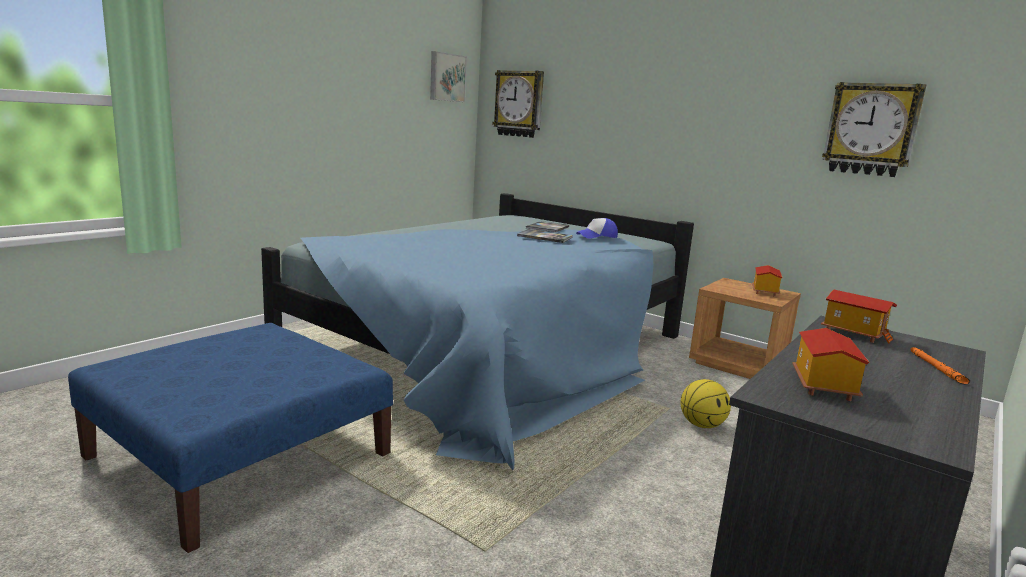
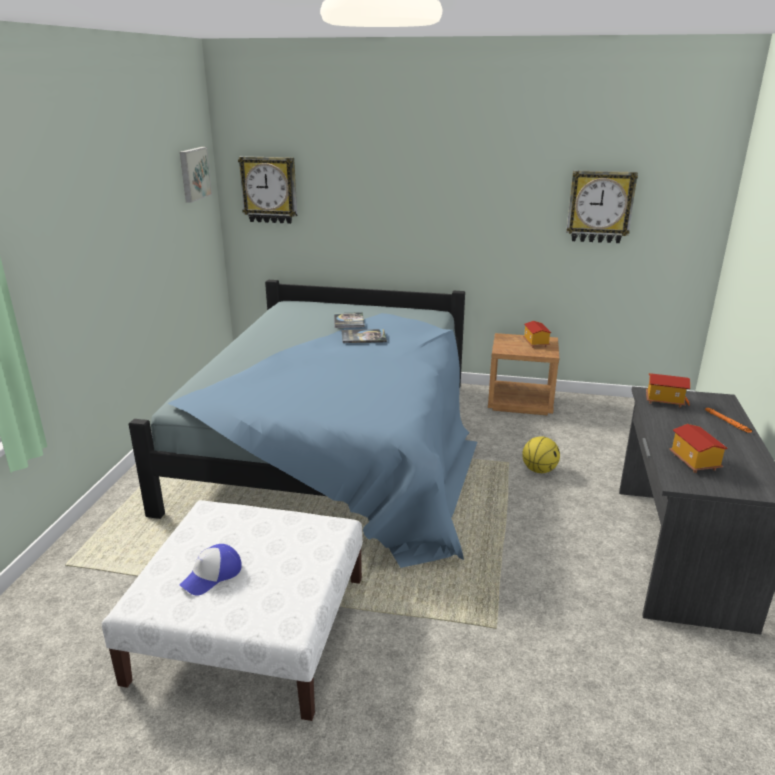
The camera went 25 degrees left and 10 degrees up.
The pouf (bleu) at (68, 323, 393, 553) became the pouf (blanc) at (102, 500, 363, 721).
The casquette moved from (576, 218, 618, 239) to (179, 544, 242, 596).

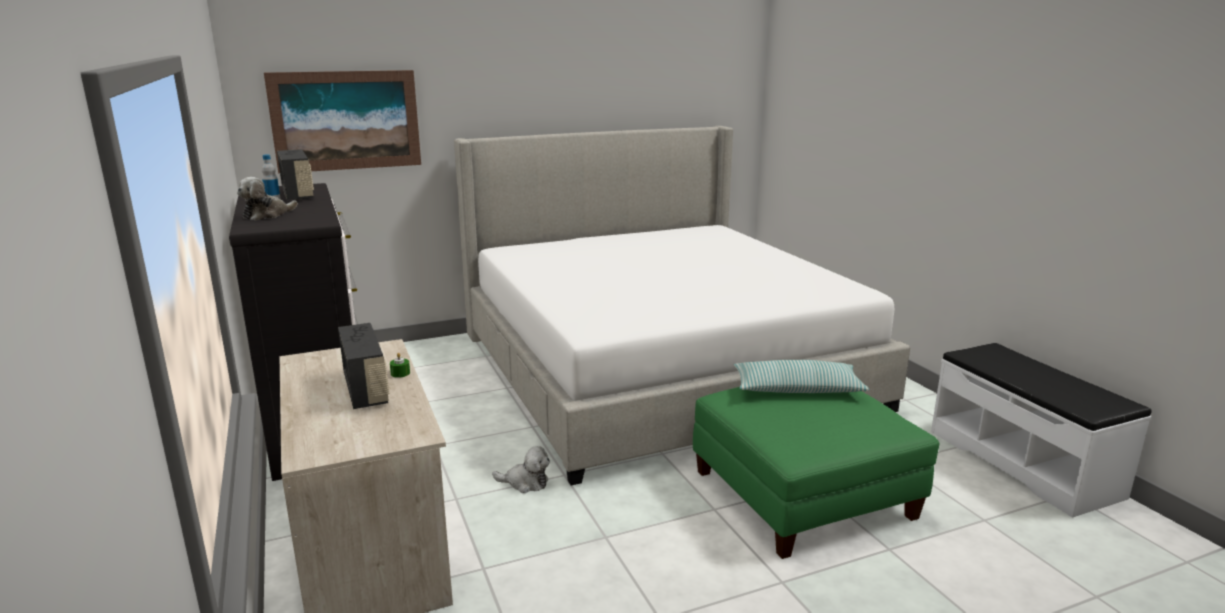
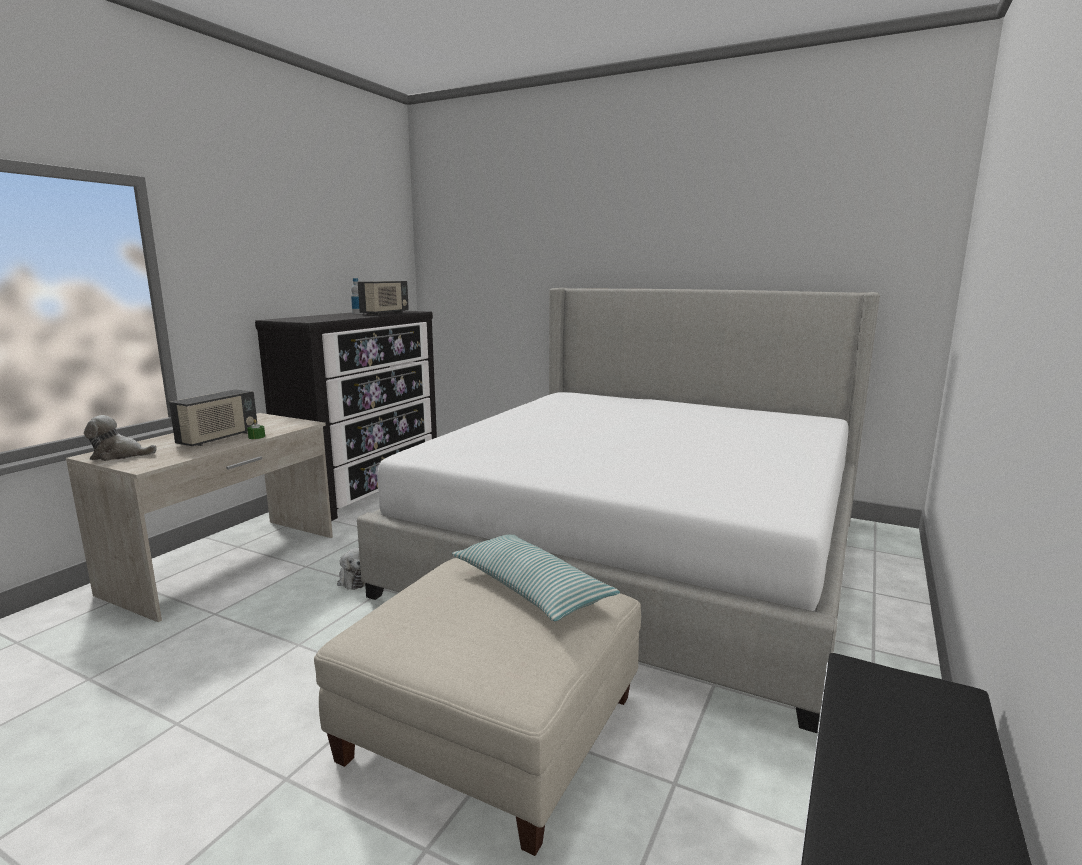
The camera went 50 degrees right and 5 degrees down.
The peluche moved from (237, 177, 298, 221) to (84, 415, 157, 461).
The tableau at (264, 70, 421, 173) disappeared.
The pouf (vert) at (693, 387, 939, 559) became the pouf (beige) at (314, 558, 641, 856).

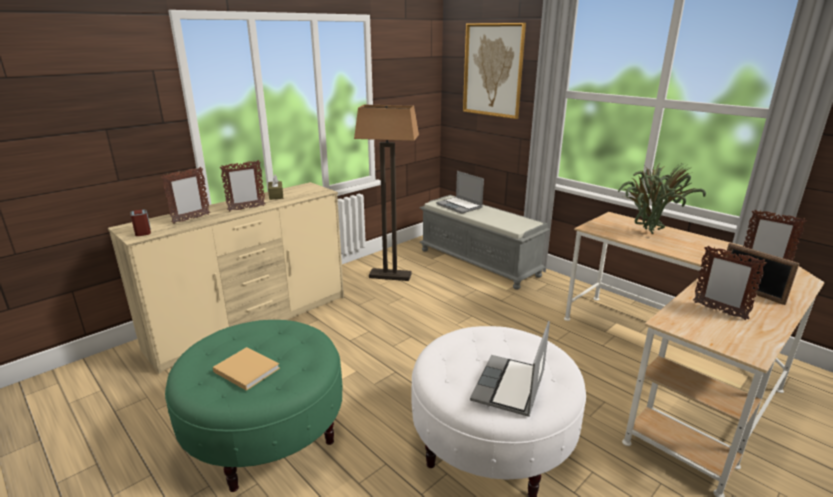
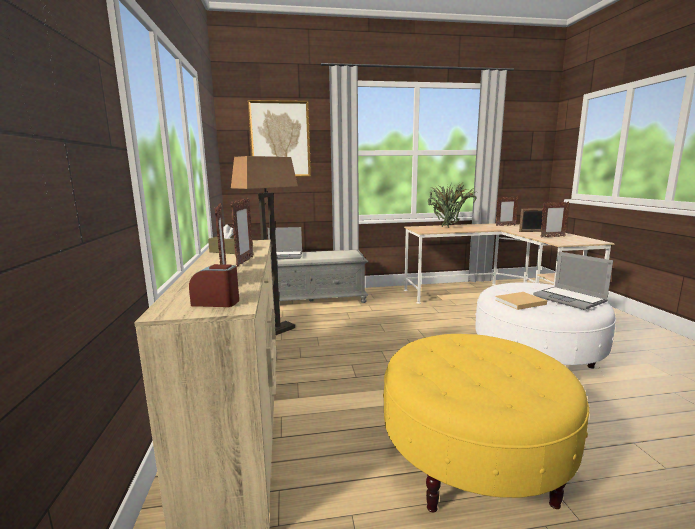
The camera went 55 degrees left and 10 degrees down.
The pouf (vert) at (165, 320, 343, 492) became the pouf (jaune) at (383, 334, 589, 512).
The livre (beige) moved from (213, 347, 280, 391) to (495, 292, 547, 310).

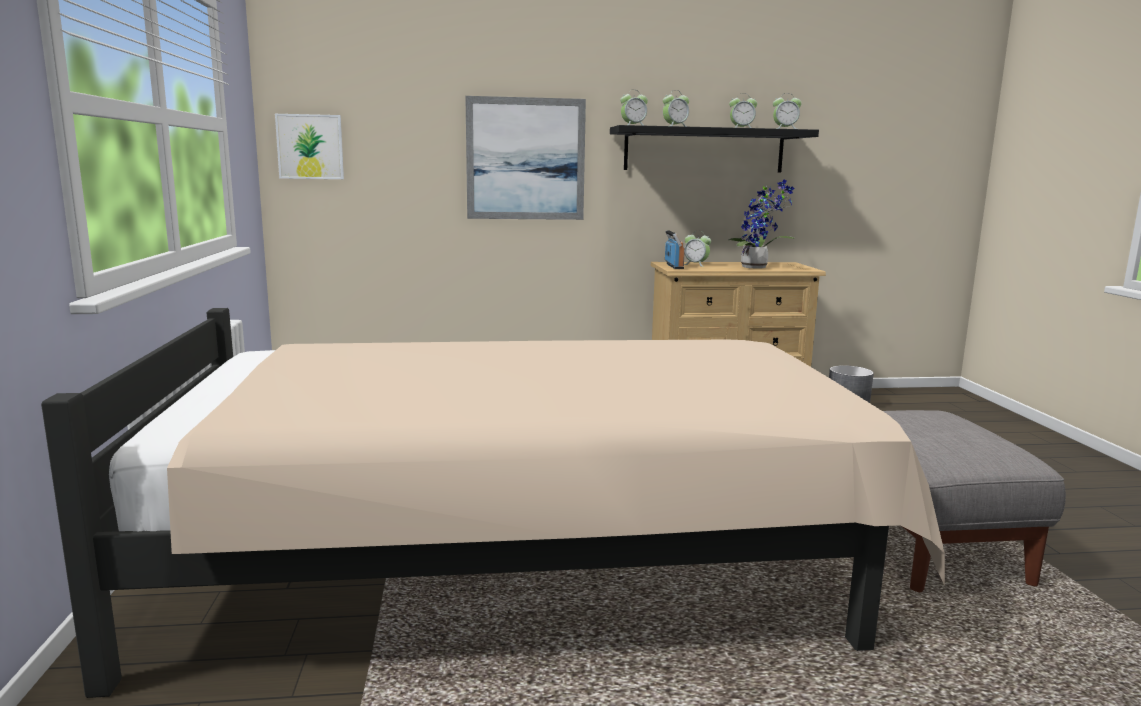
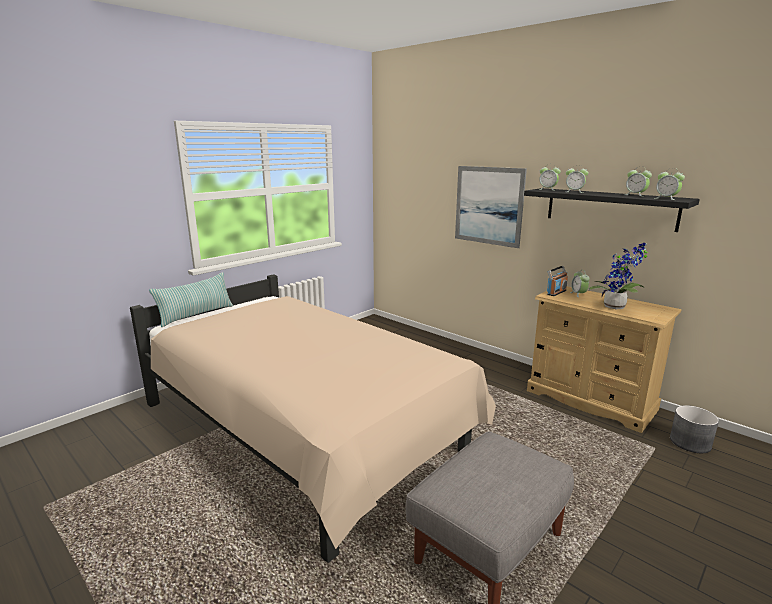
The camera went 50 degrees right and 5 degrees up.
The tableau at (275, 114, 344, 179) disappeared.
The coussin at (149, 272, 233, 327) appeared.

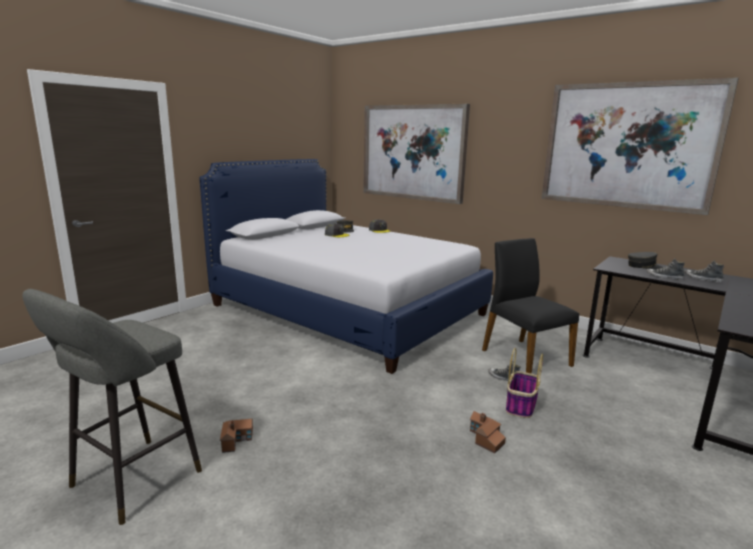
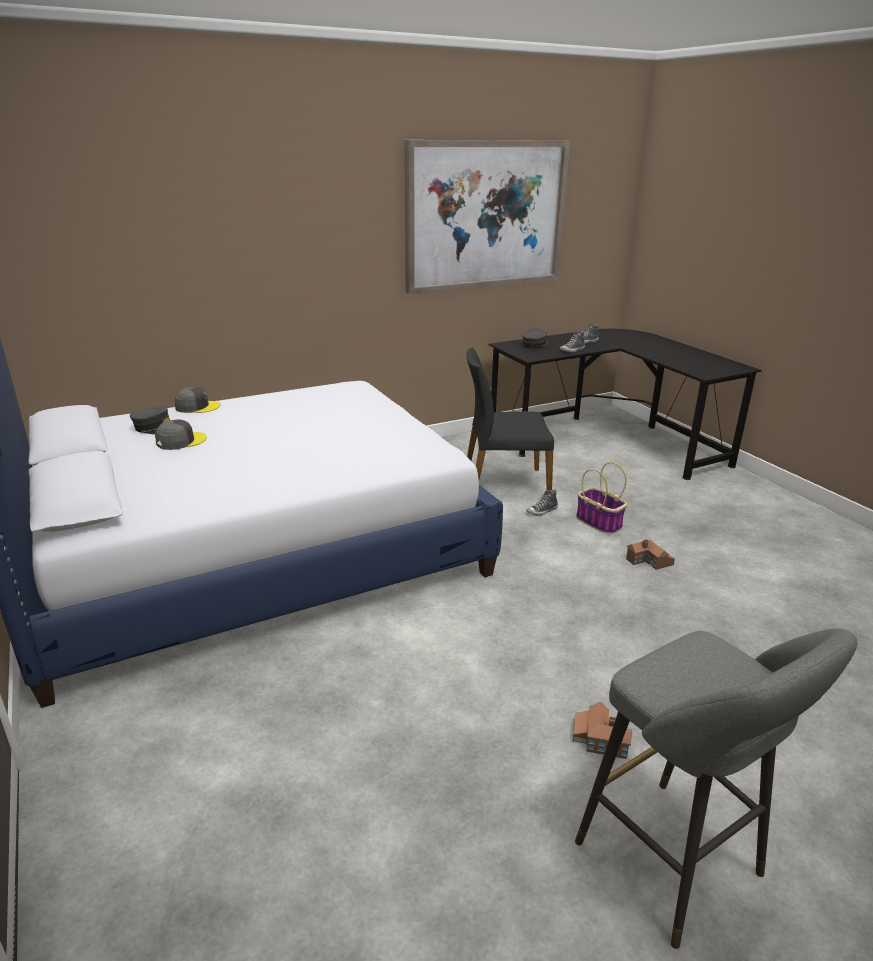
The camera went 65 degrees left and 10 degrees up.
The tableau at (363, 104, 470, 204) disappeared.

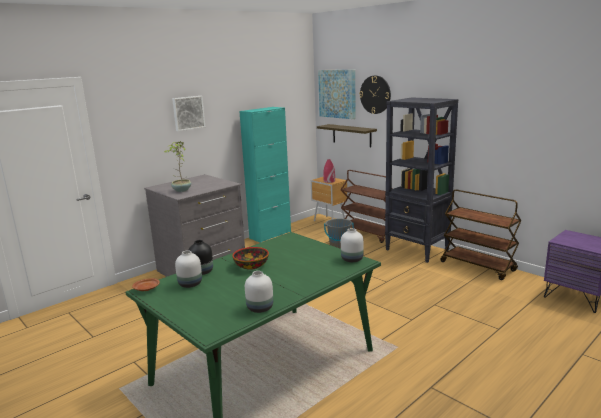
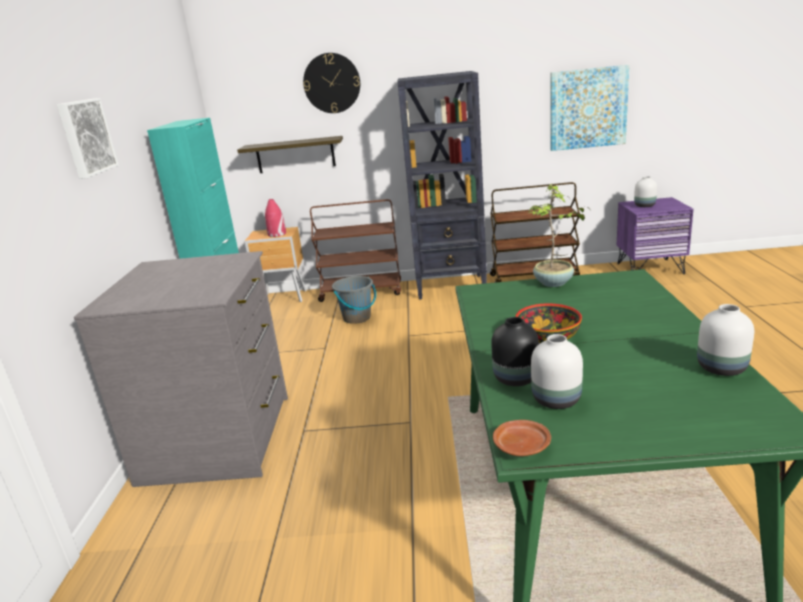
The camera went 45 degrees left and 5 degrees up.
The plante en pot moved from (164, 141, 191, 192) to (528, 184, 585, 287).
The tableau moved from (318, 70, 356, 119) to (551, 65, 630, 151).
The vase (blanc) moved from (341, 228, 364, 262) to (634, 176, 657, 207).

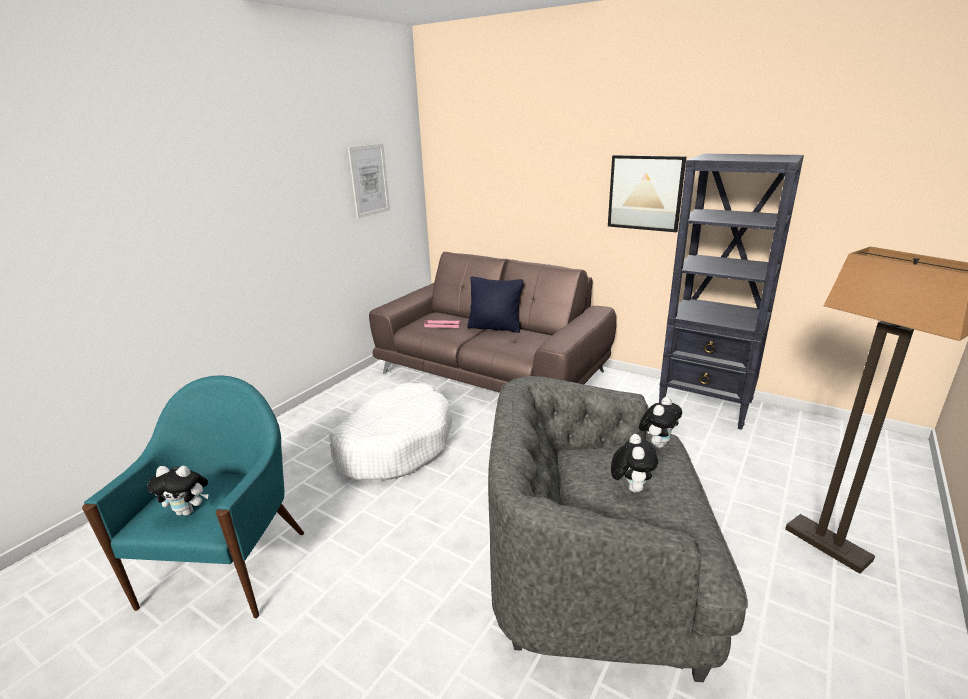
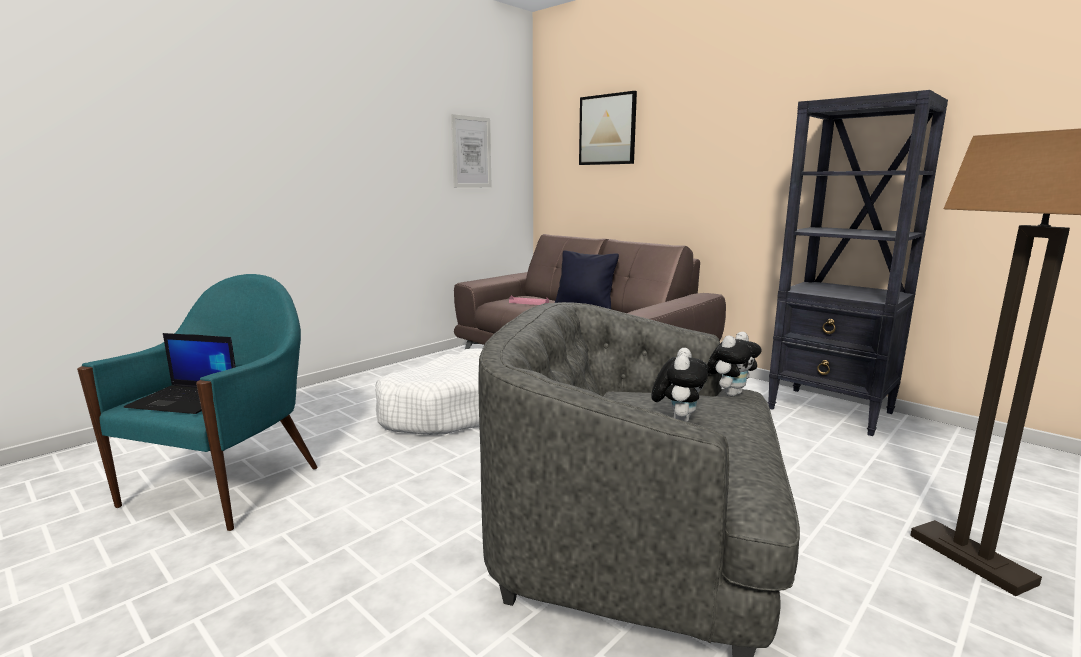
The camera went 10 degrees right and 10 degrees down.
The peluche at (147, 466, 209, 516) was replaced by the ordinateur portable at (124, 333, 236, 414).
The tableau moved from (608, 155, 687, 232) to (579, 91, 637, 165).

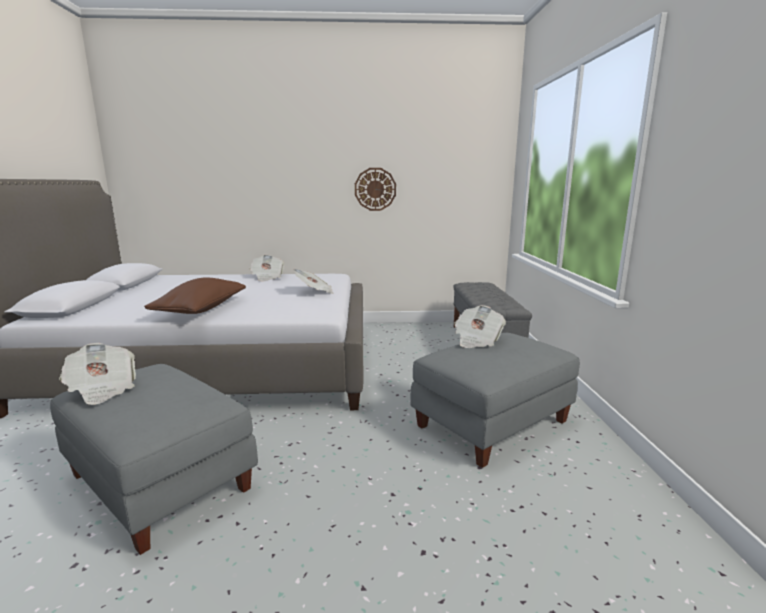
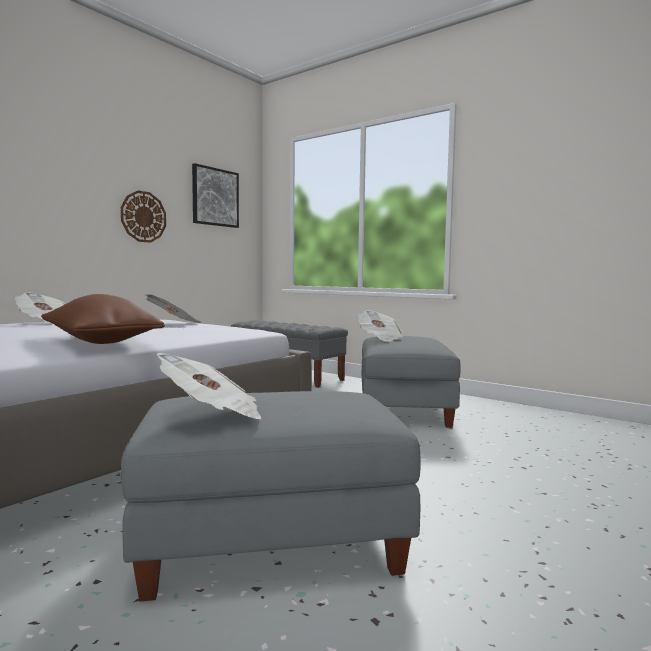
The camera went 50 degrees left and 10 degrees down.
The tableau at (192, 163, 239, 228) appeared.

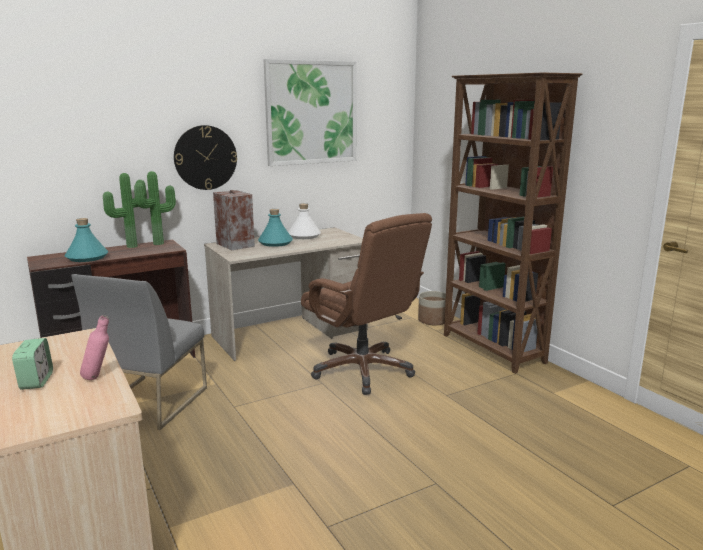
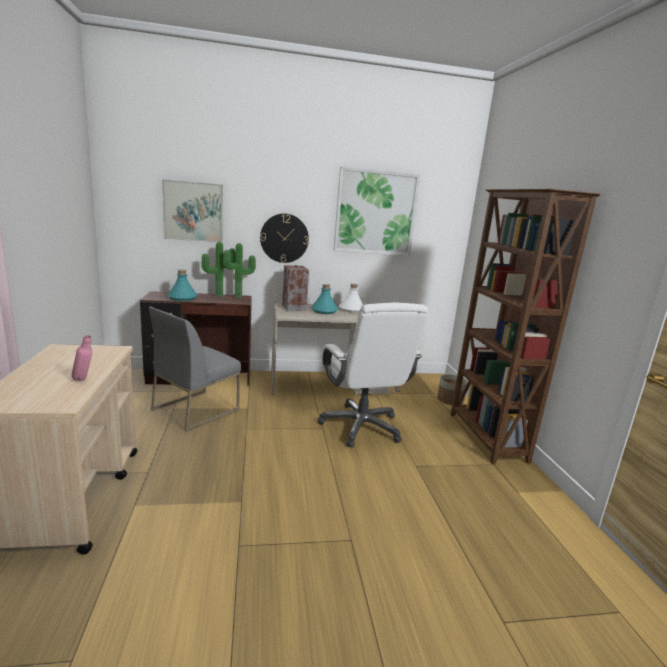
The camera went 20 degrees right and 0 degrees up.
The réveil at (12, 338, 53, 390) disappeared.
The chaise de bureau (marron) at (301, 213, 432, 395) became the chaise de bureau (blanc) at (318, 302, 428, 447).
The tableau at (162, 179, 223, 242) appeared.

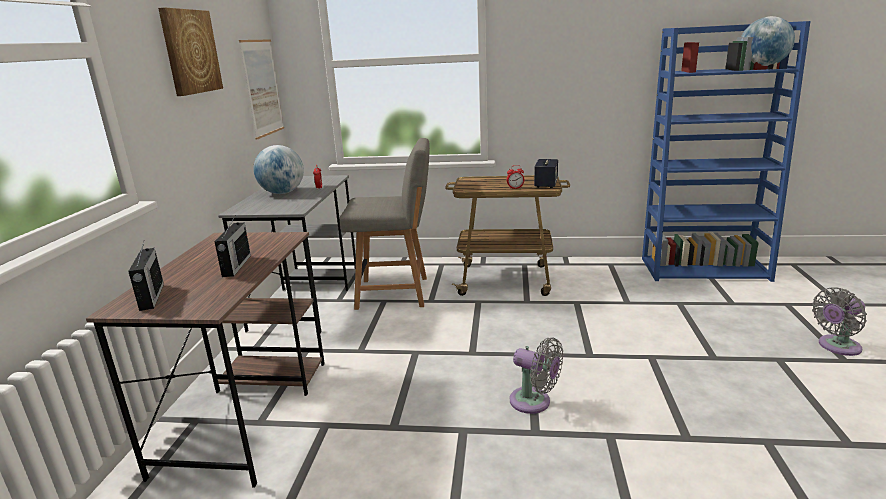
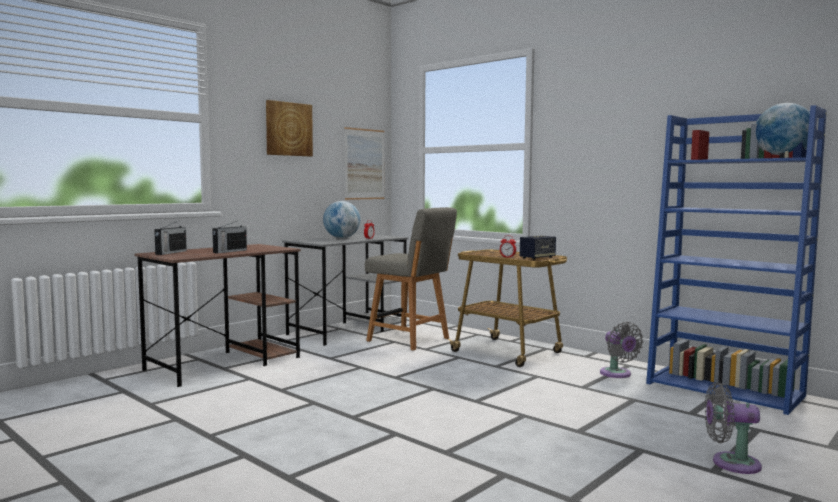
The camera went 35 degrees right and 15 degrees down.
The ventilateur (gris) moved from (510, 337, 563, 414) to (600, 322, 643, 378).

